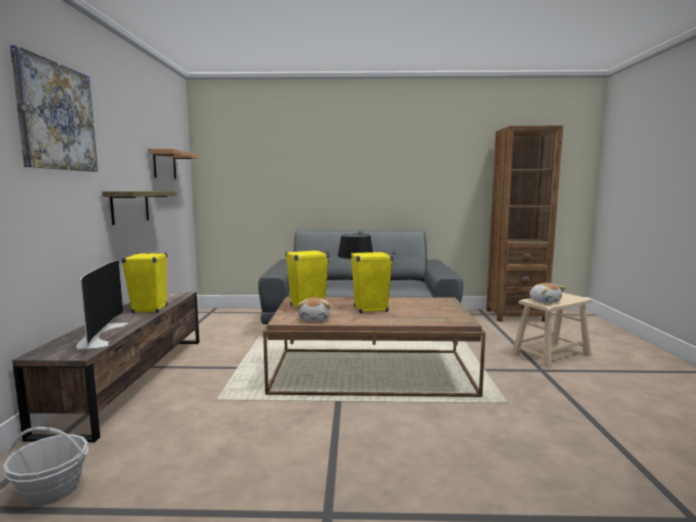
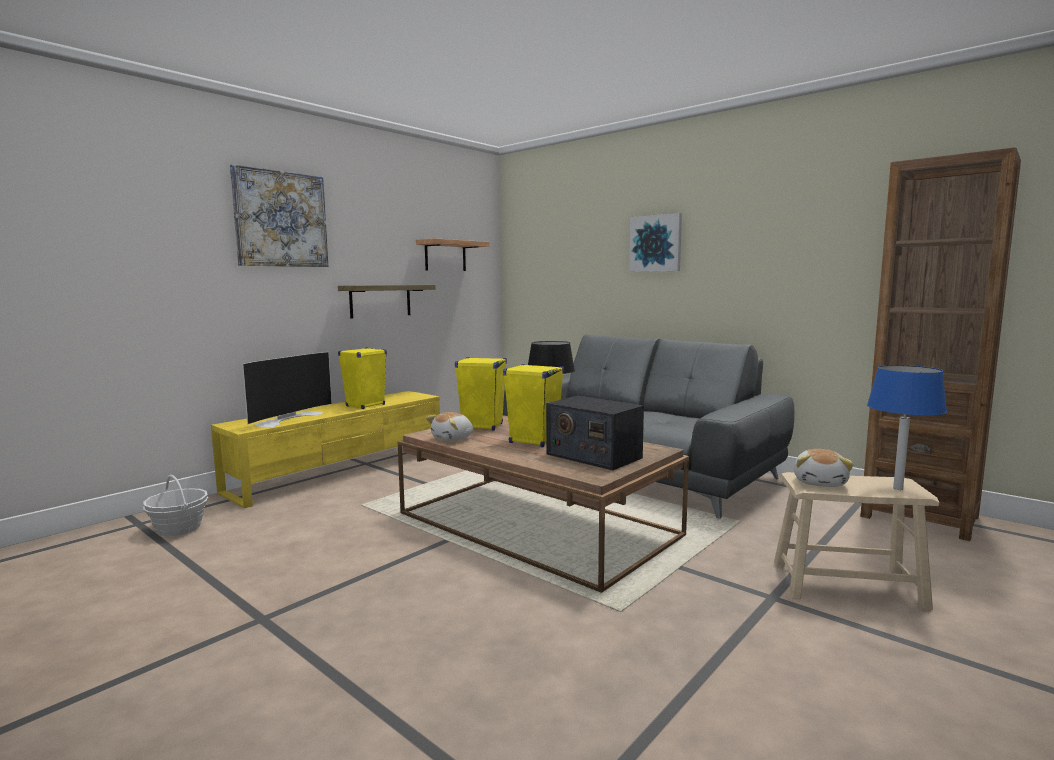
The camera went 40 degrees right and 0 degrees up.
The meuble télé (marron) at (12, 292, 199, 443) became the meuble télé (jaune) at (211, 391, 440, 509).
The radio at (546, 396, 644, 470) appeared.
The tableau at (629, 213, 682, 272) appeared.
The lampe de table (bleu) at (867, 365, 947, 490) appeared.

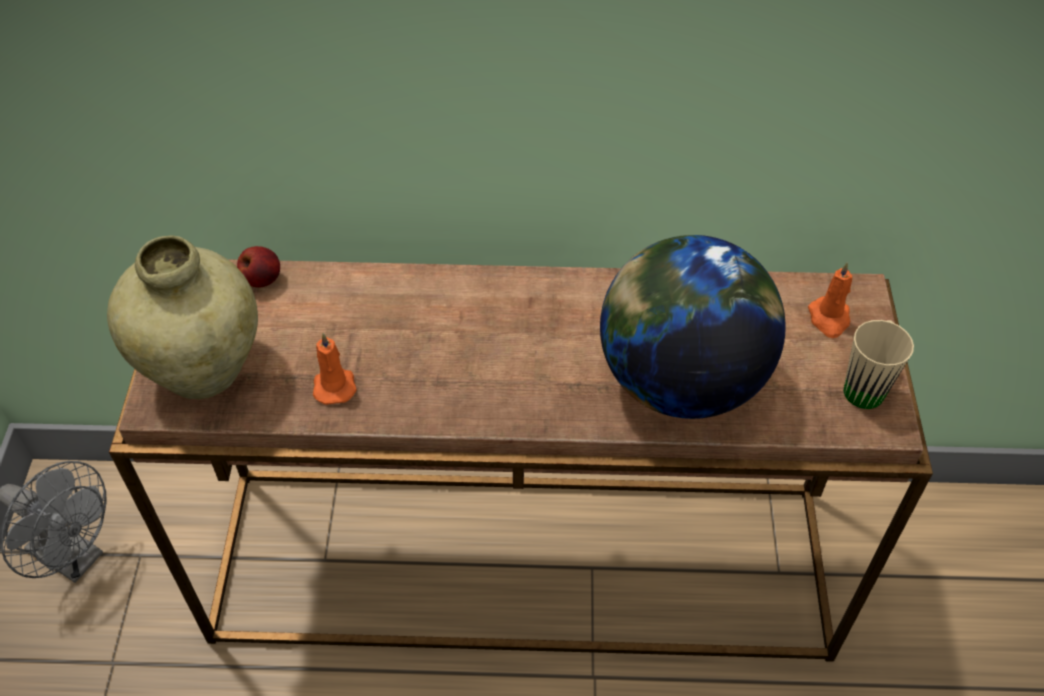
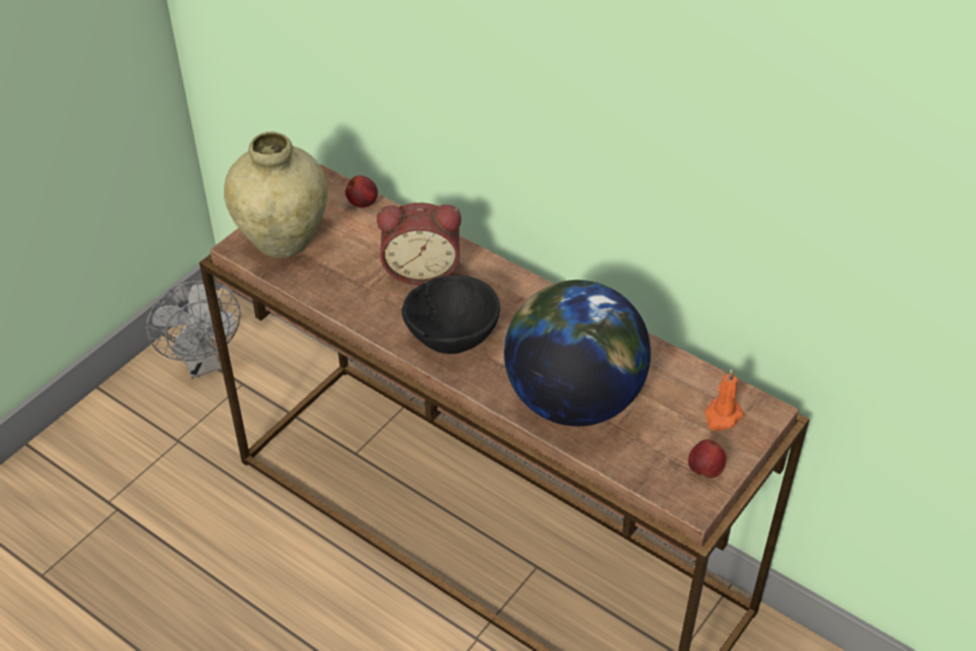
The camera went 35 degrees right and 5 degrees down.
The bougie (orange) at (313, 333, 357, 405) disappeared.
The mug (beige) at (843, 320, 914, 409) was replaced by the pomme at (688, 439, 726, 478).
The réveil at (377, 203, 461, 285) appeared.
The bol (noir) at (402, 275, 500, 354) appeared.

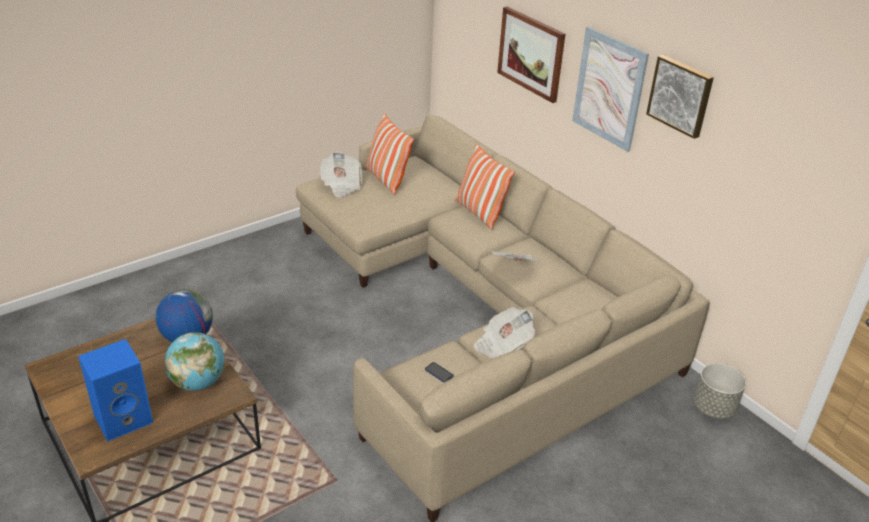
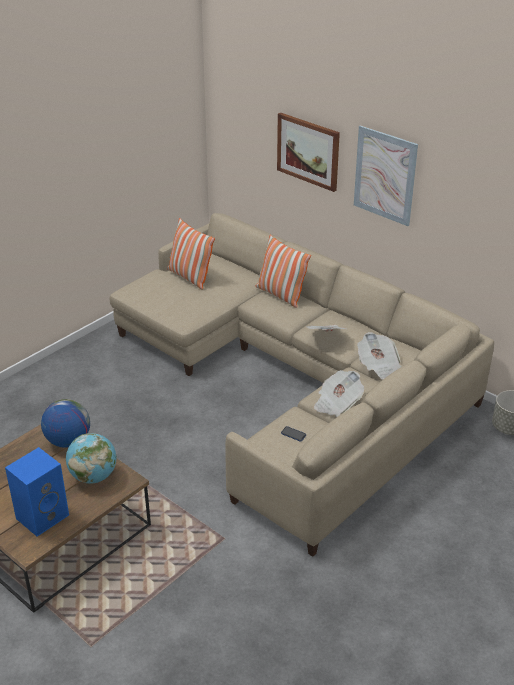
The camera went 10 degrees left and 0 degrees up.
The journal moved from (319, 152, 362, 197) to (357, 332, 402, 380).
The tableau at (646, 55, 714, 139) disappeared.

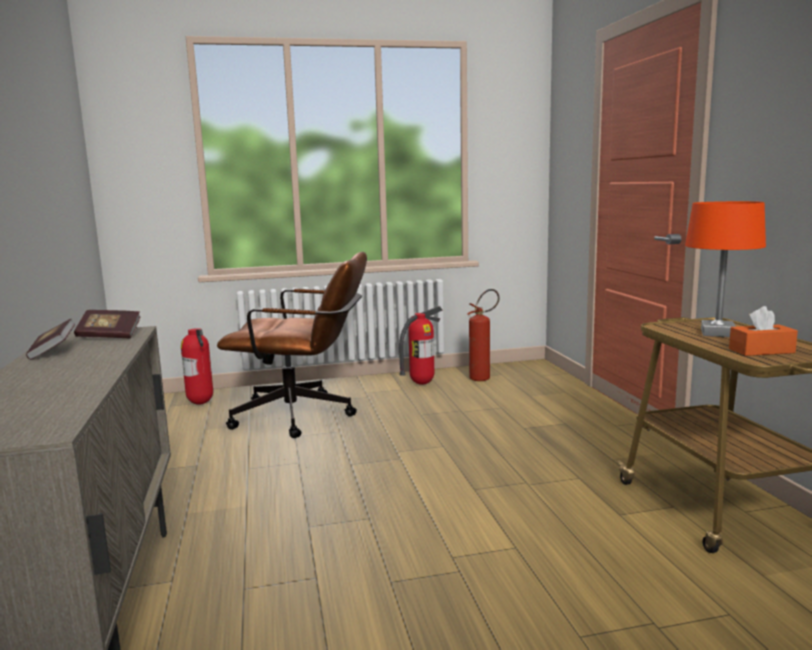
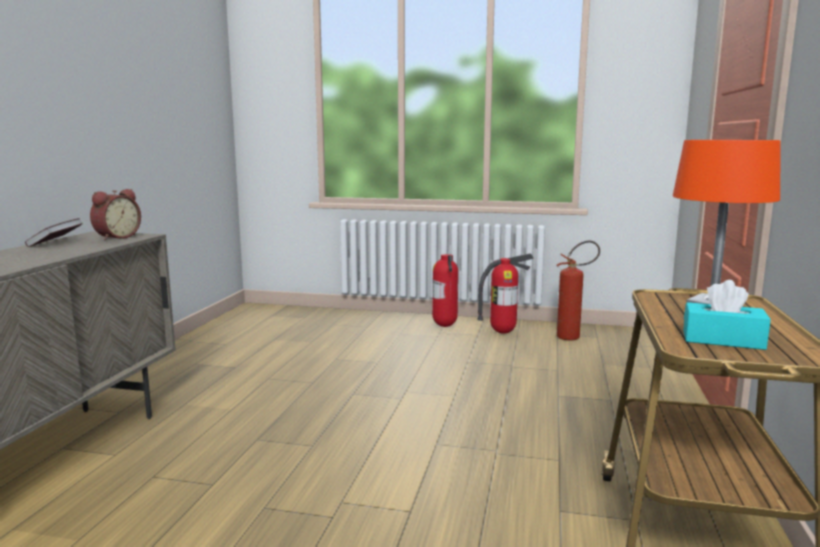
The camera went 25 degrees right and 0 degrees up.
The livre at (74, 310, 141, 338) was replaced by the réveil at (90, 189, 141, 240).
The extincteur moved from (181, 328, 213, 405) to (432, 254, 458, 327).
The chaise de bureau (marron) at (217, 252, 367, 438) disappeared.
The boîte à mouchoirs (orange) at (729, 306, 798, 356) became the boîte à mouchoirs (turquoise) at (683, 280, 771, 350).

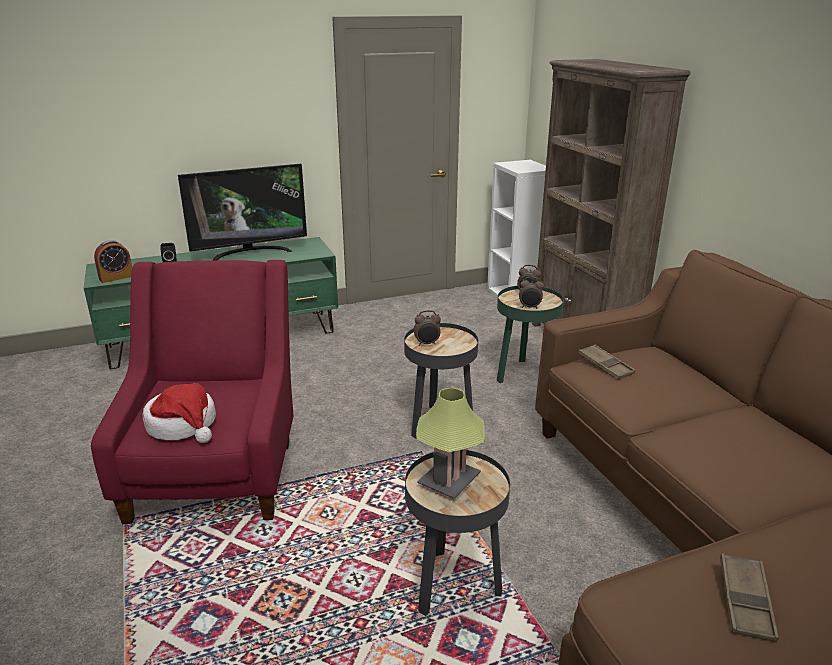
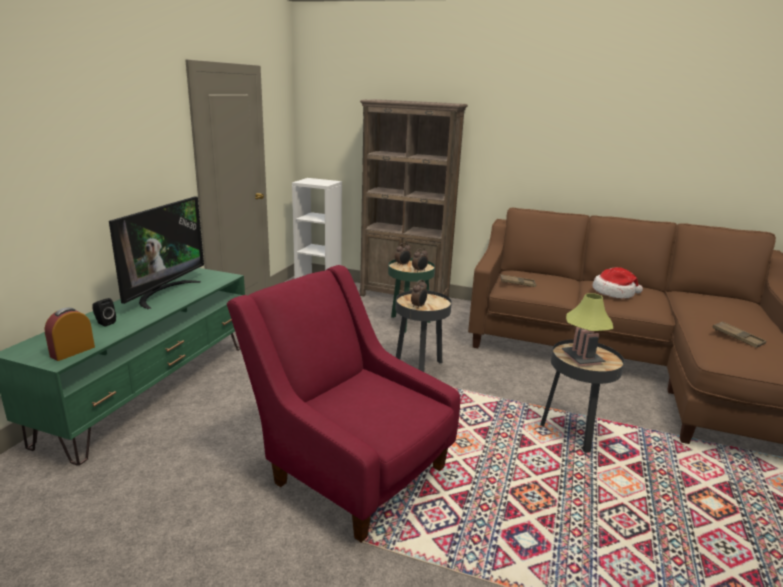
The camera went 50 degrees left and 5 degrees down.
The réveil at (94, 240, 132, 283) turned 150 degrees counterclockwise.
The chapeau moved from (143, 383, 216, 443) to (592, 267, 643, 299).

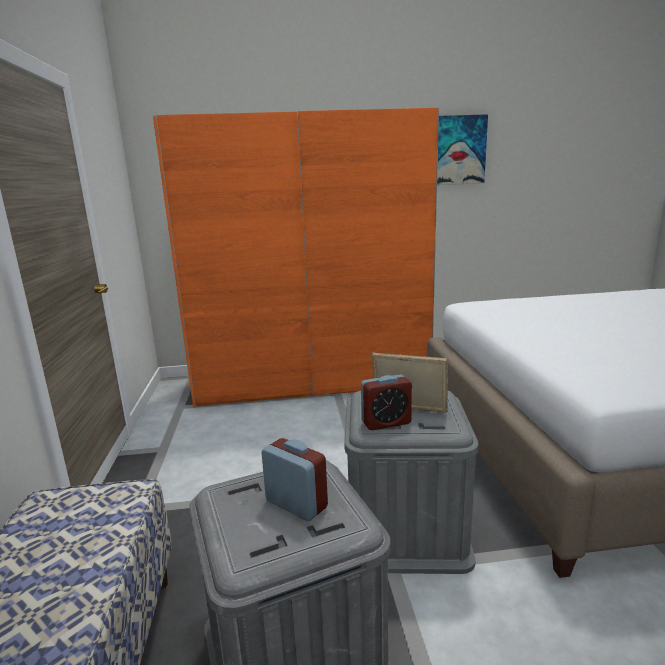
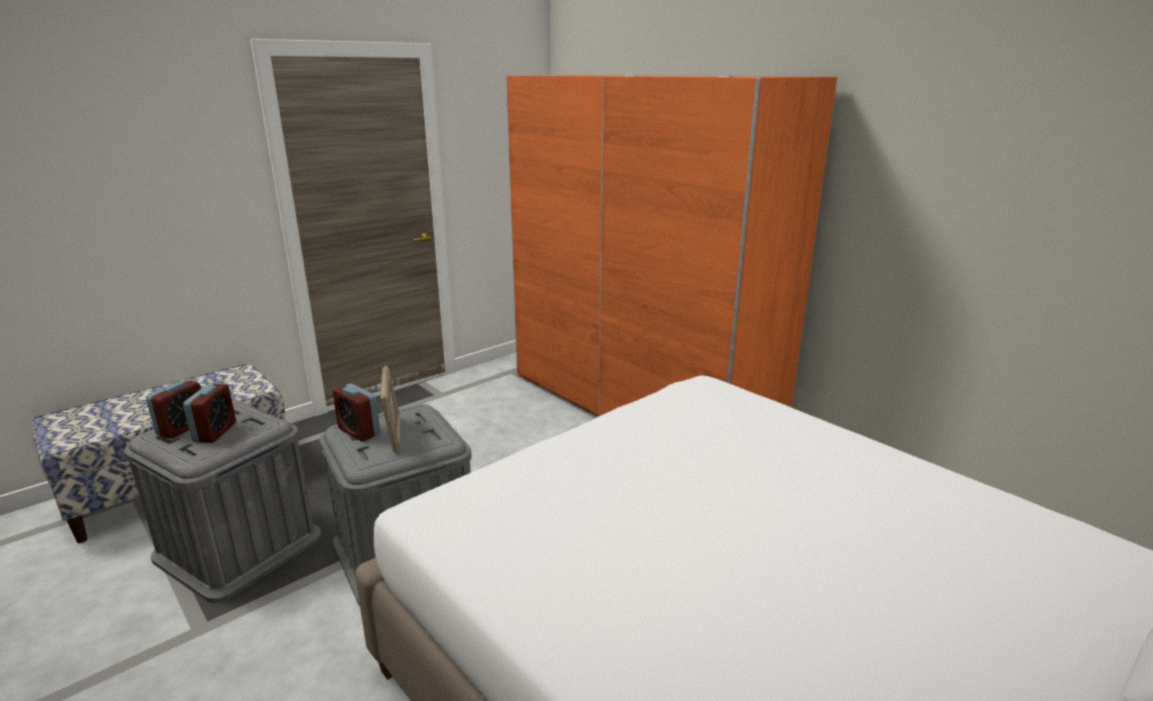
The camera went 55 degrees right and 5 degrees up.
The tableau at (437, 114, 488, 185) disappeared.
The réveil at (146, 380, 201, 439) appeared.

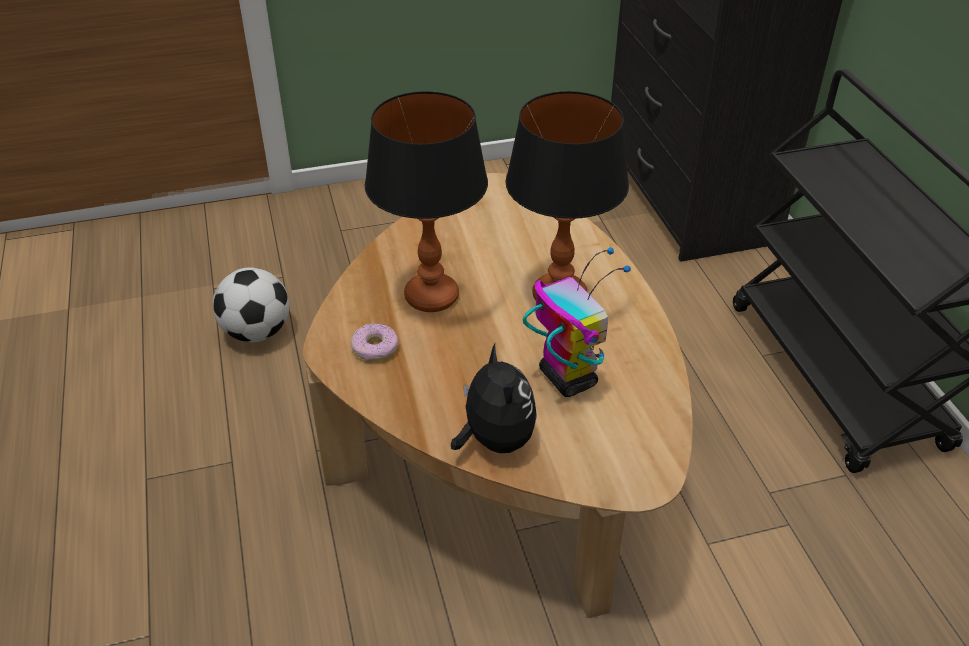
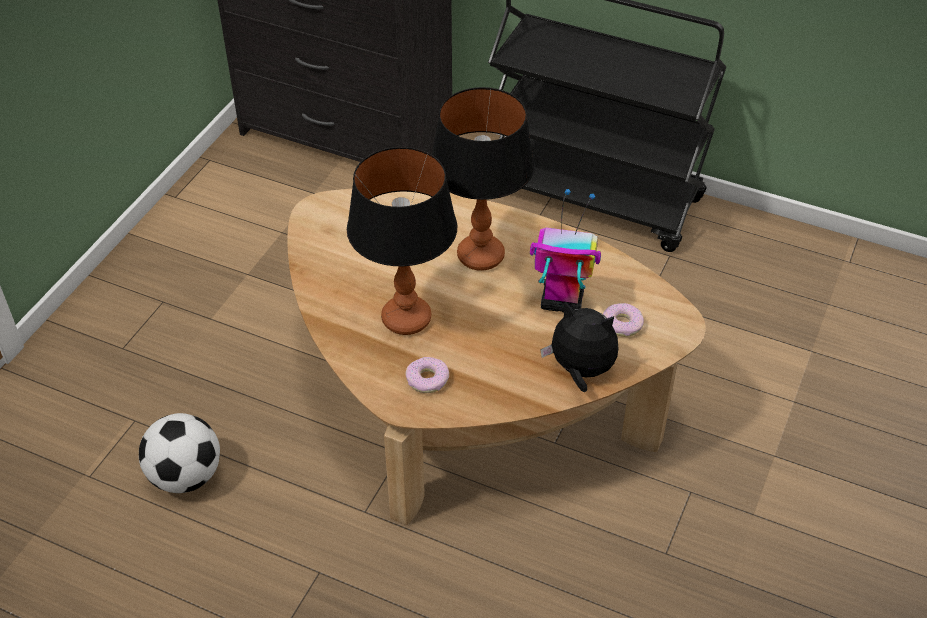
The camera went 50 degrees left and 5 degrees up.
The beignet at (603, 303, 644, 337) appeared.

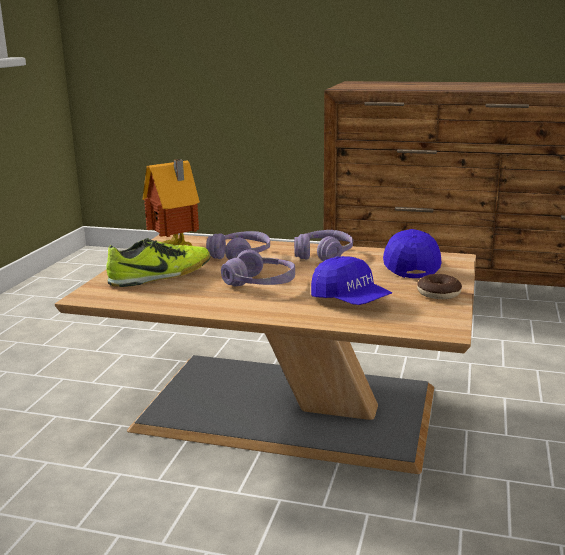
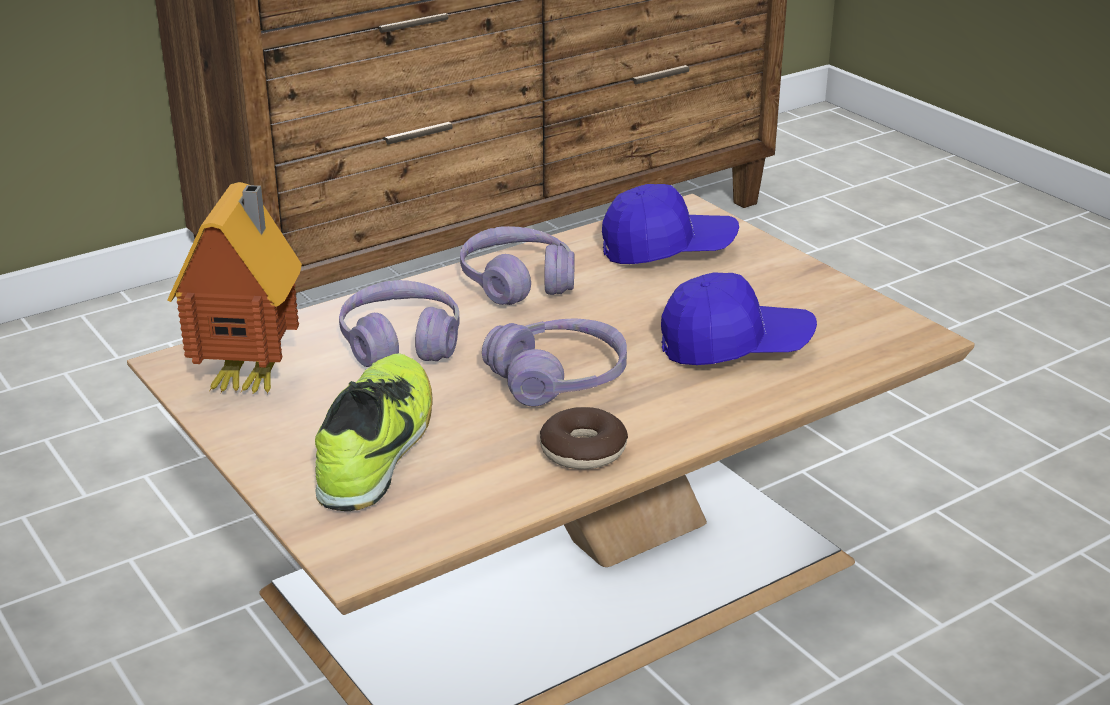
The camera went 50 degrees left and 10 degrees up.
The casquette (bleu) at (383, 229, 442, 278) turned 135 degrees clockwise.
The beignet moved from (417, 274, 462, 299) to (540, 407, 628, 469).

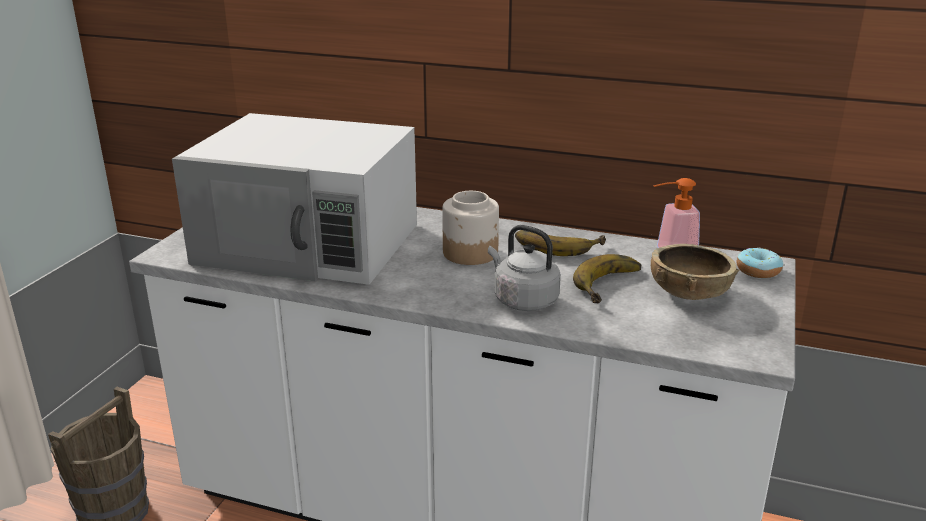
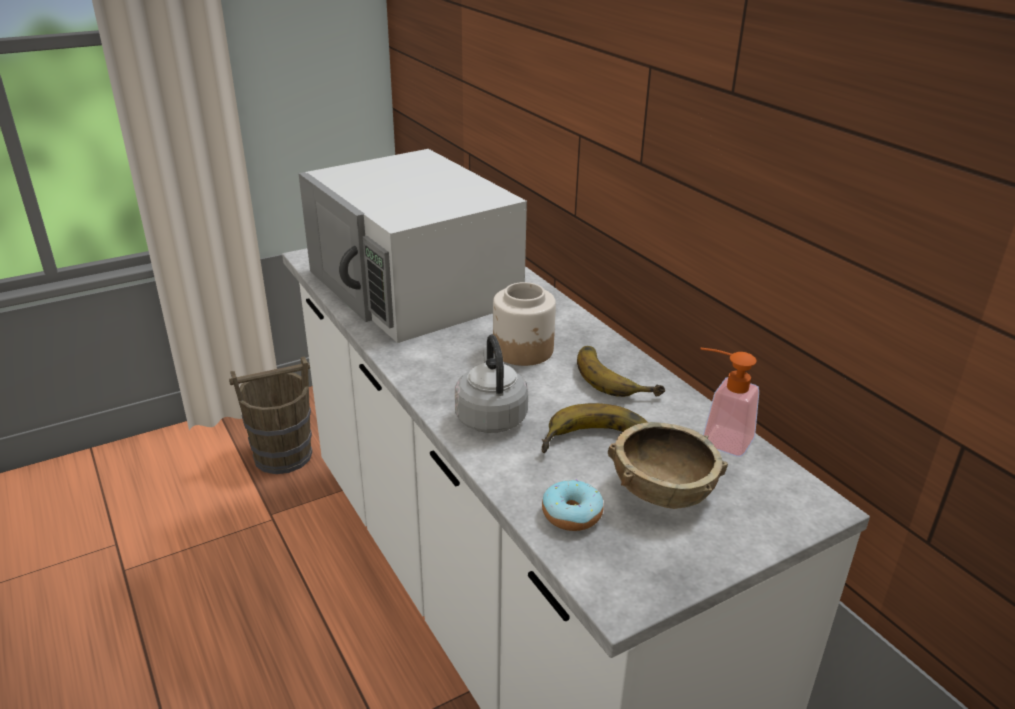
The camera went 40 degrees right and 5 degrees up.
The beignet moved from (737, 247, 783, 278) to (542, 479, 604, 531).

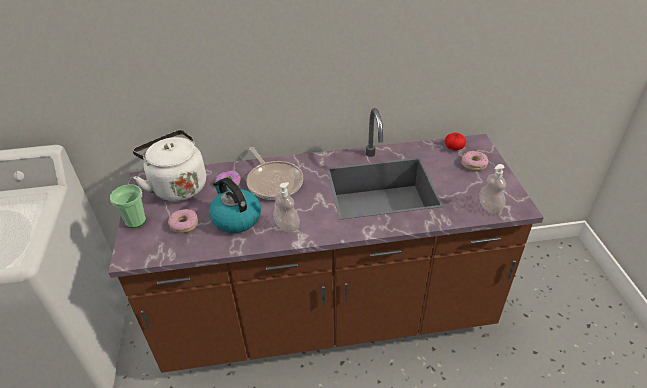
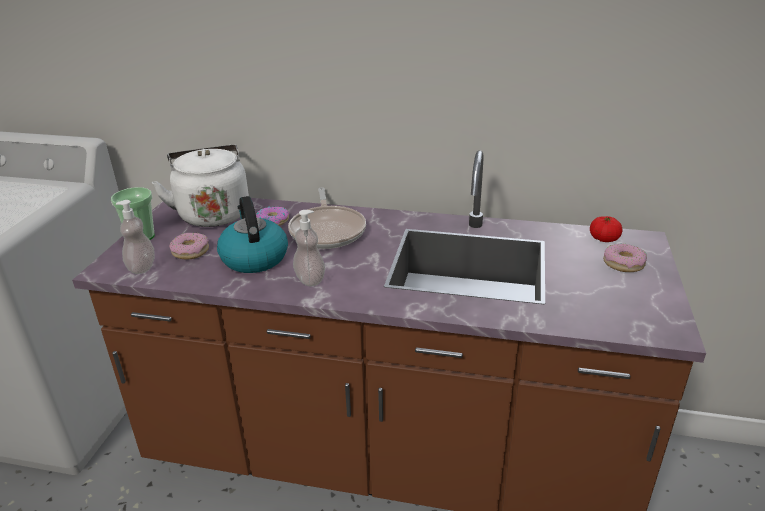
The camera went 20 degrees right and 10 degrees down.
The distributeur de savon moved from (479, 164, 506, 213) to (116, 200, 154, 274).

